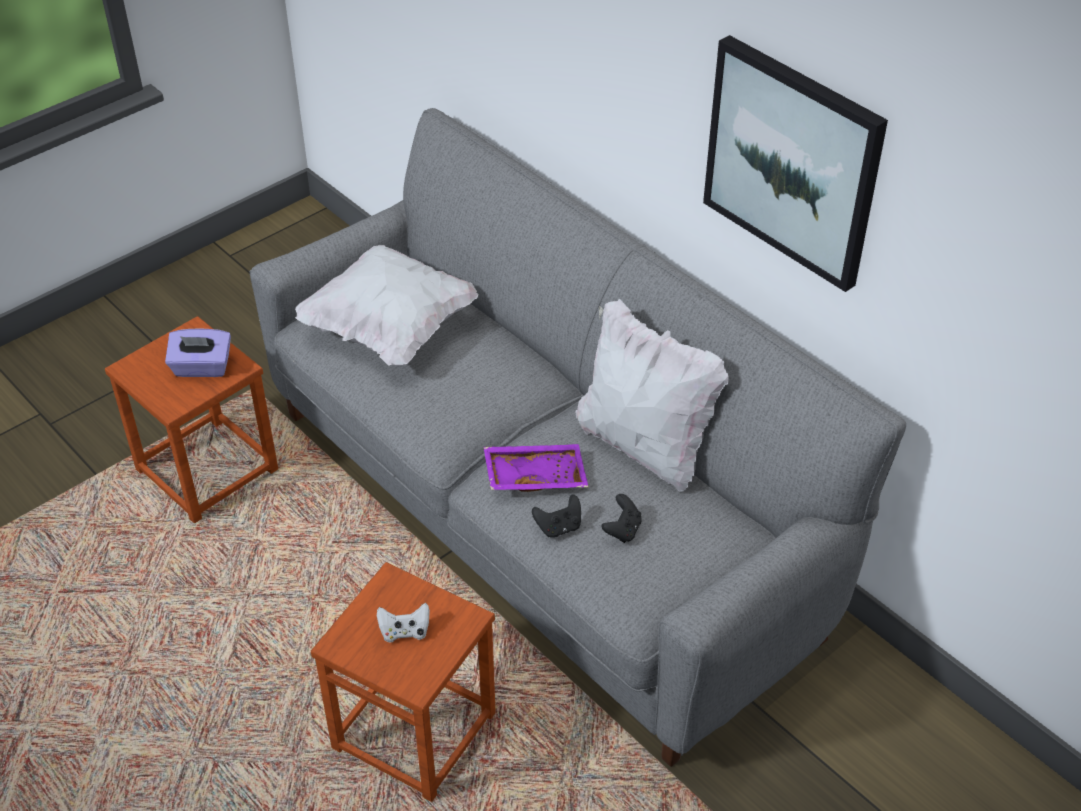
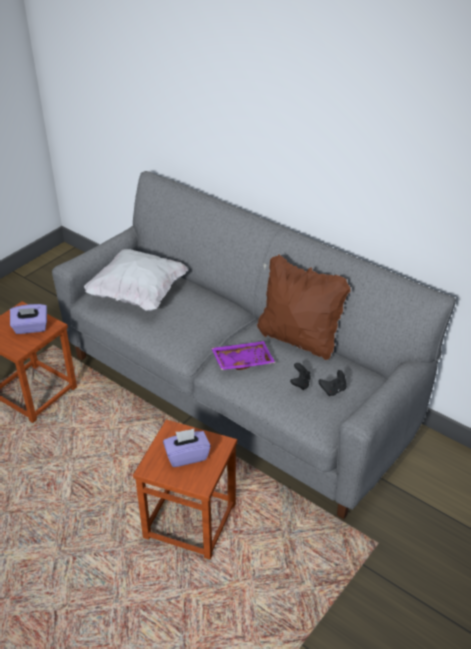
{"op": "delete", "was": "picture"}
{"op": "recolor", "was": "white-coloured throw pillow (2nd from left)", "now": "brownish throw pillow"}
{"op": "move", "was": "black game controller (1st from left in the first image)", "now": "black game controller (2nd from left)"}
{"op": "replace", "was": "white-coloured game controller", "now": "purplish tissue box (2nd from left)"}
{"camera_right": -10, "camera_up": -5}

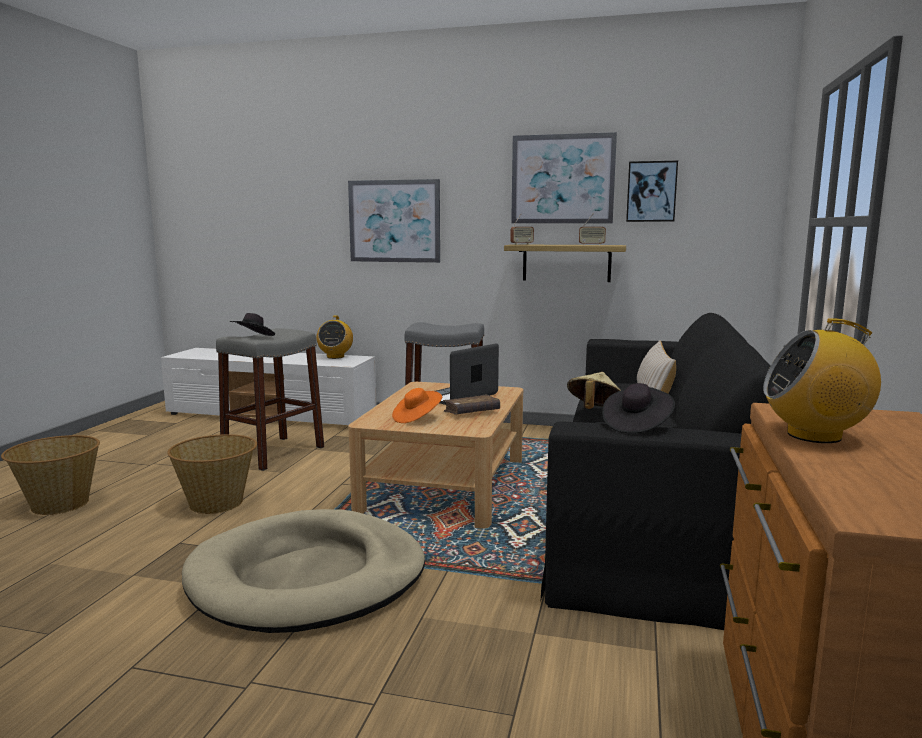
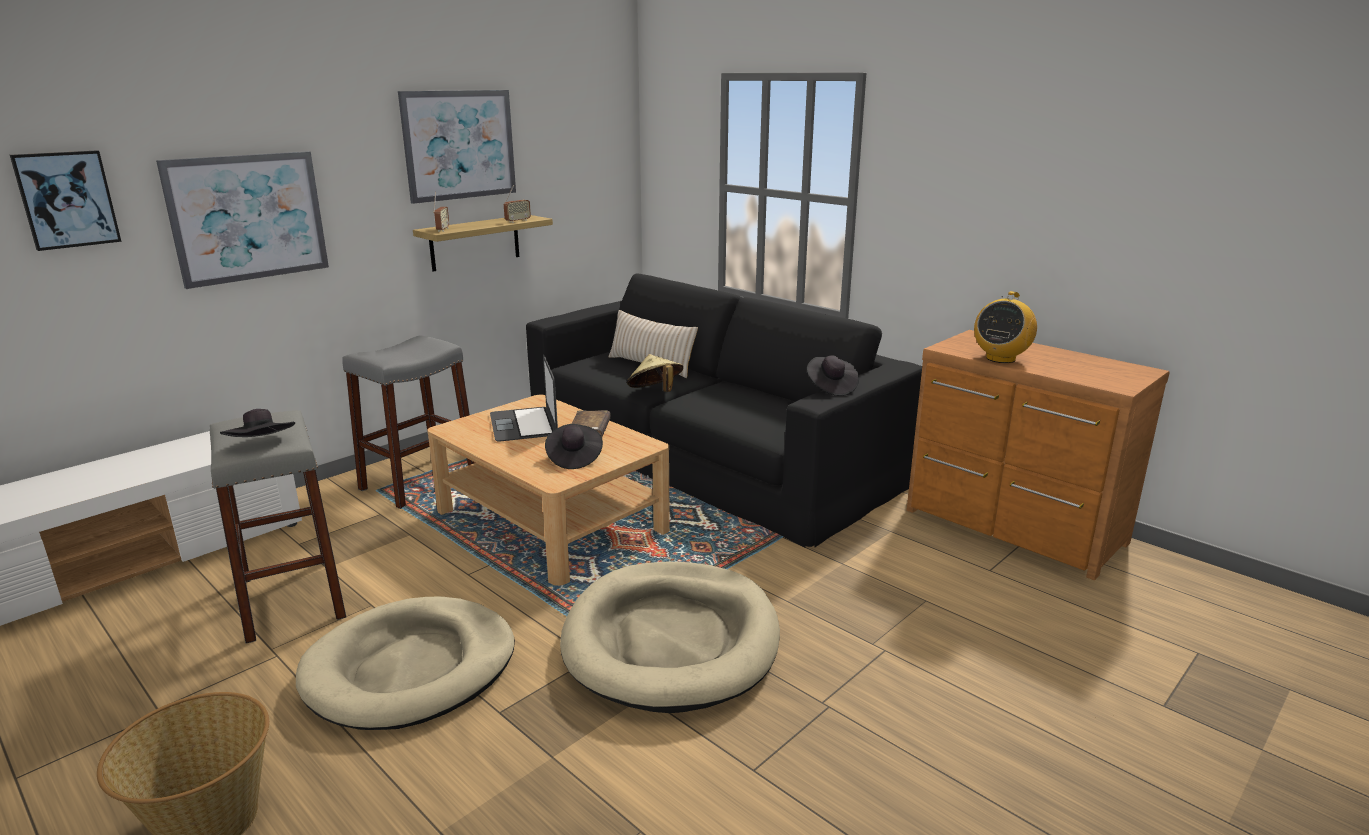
{"op": "move", "was": "picture (3rd from left in the first image)", "now": "picture (1st from left)"}
{"op": "delete", "was": "radio receiver (1st from left)"}
{"op": "recolor", "was": "orange clothing hat", "now": "black clothing hat (2nd from left)"}
{"op": "replace", "was": "household basket (2nd from left)", "now": "beige dog bed (1st from left)"}
{"camera_right": -60, "camera_up": 10}

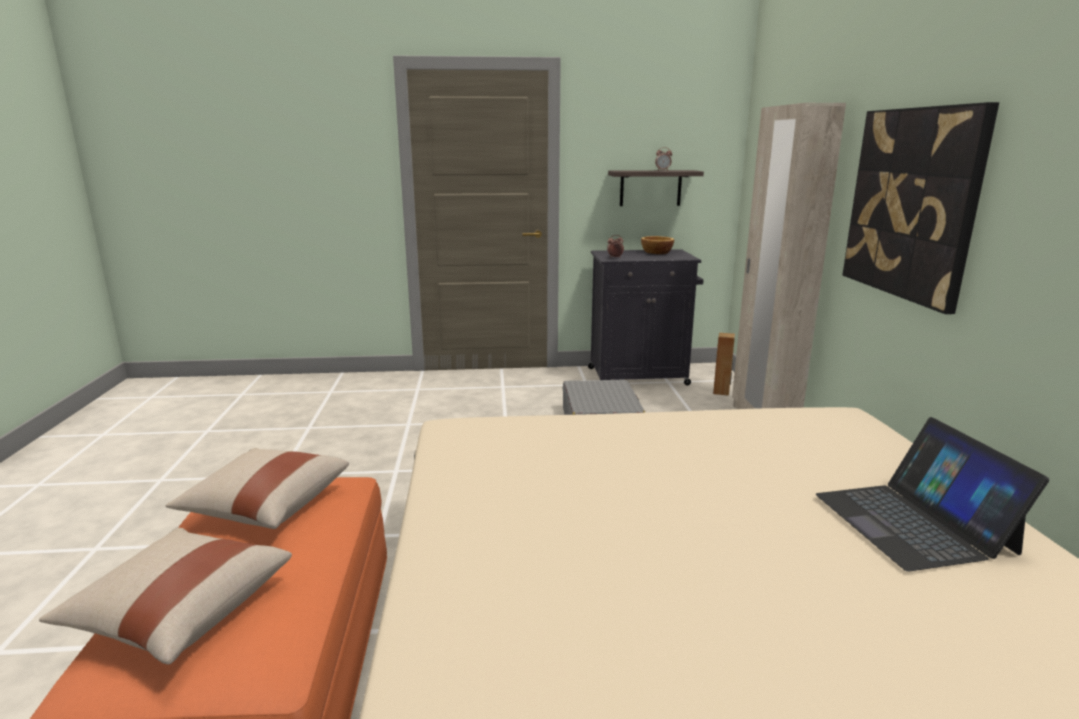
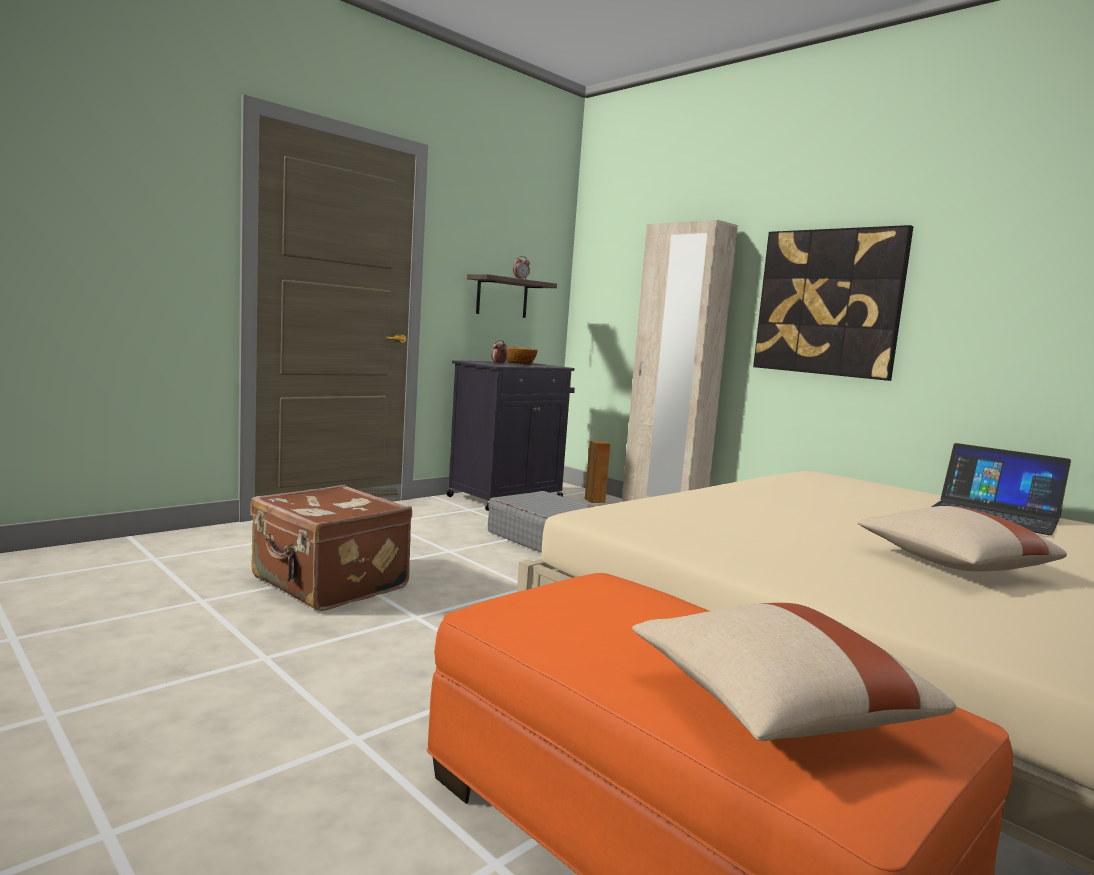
{"op": "move", "was": "beige throw pillow (2nd from left)"}
{"op": "insert", "now": "brownish piece of luggage"}
{"camera_right": -40, "camera_up": -10}

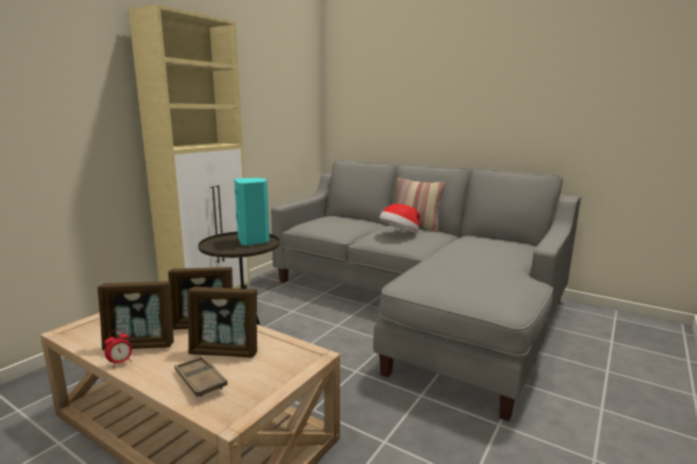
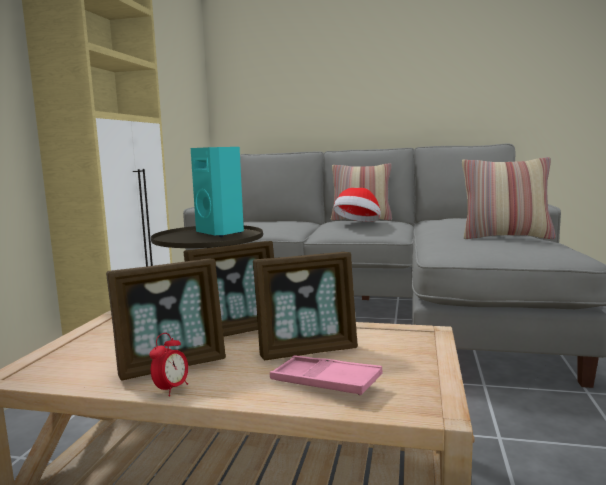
{"op": "recolor", "was": "brownish carrying tray", "now": "pink carrying tray"}
{"op": "insert", "now": "throw pillow (2nd from left)"}
{"camera_right": -20, "camera_up": -5}

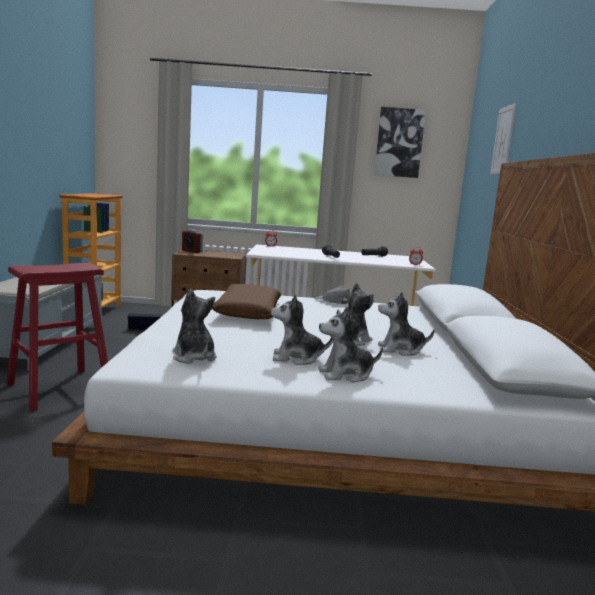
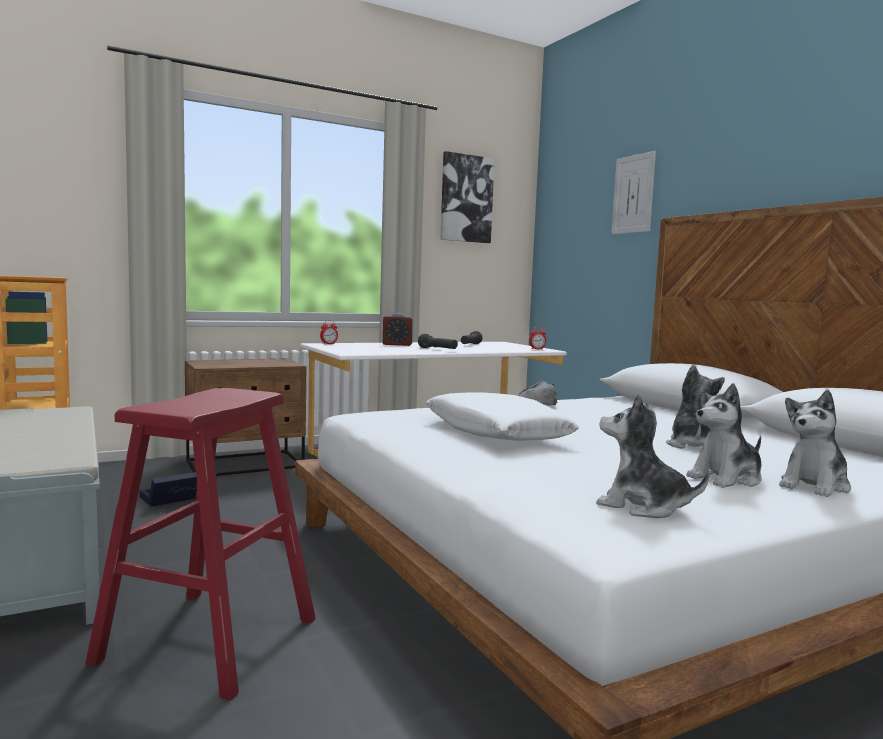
{"op": "move", "was": "table clock (1st from left in the first image)", "now": "table clock (2nd from left)"}
{"op": "recolor", "was": "brownish throw pillow", "now": "white-coloured throw pillow"}
{"op": "delete", "was": "soft toy (5th from left)"}
{"camera_right": -30, "camera_up": -5}

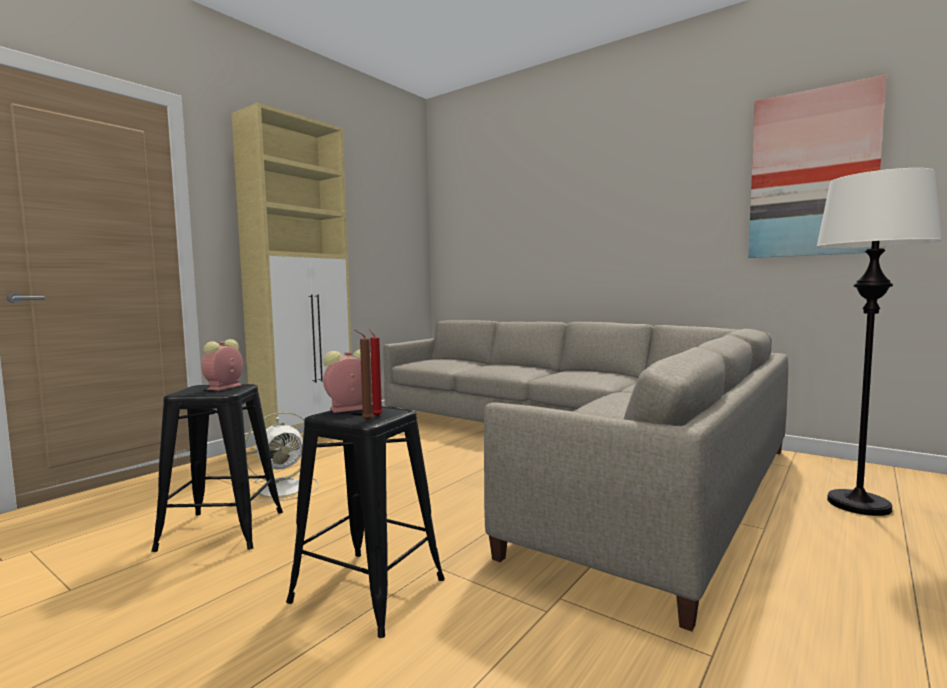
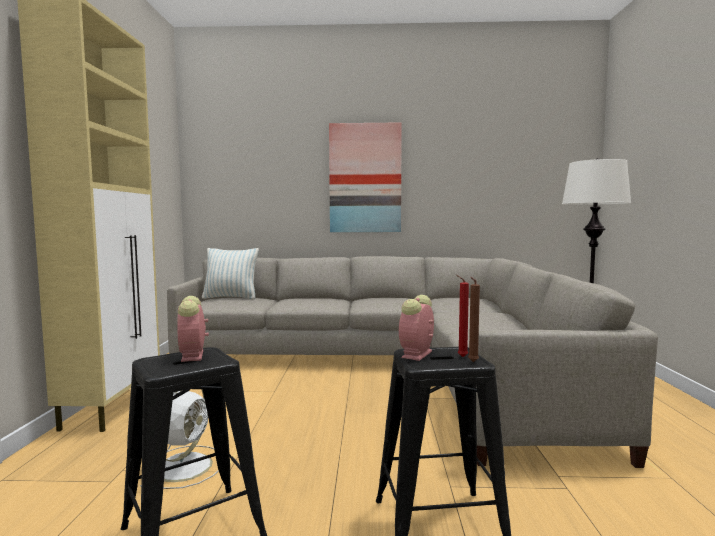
{"op": "move", "was": "picture"}
{"op": "insert", "now": "throw pillow"}
{"camera_right": -35, "camera_up": 0}

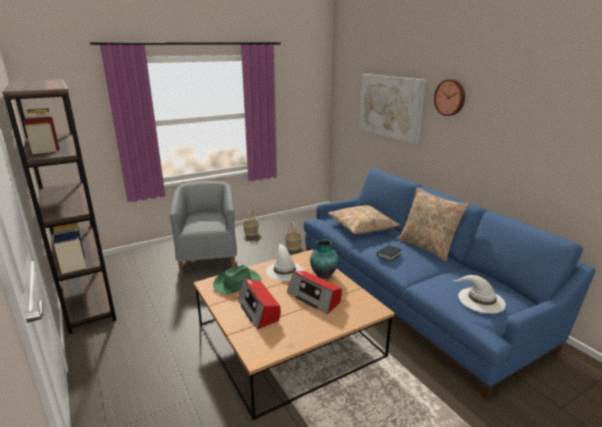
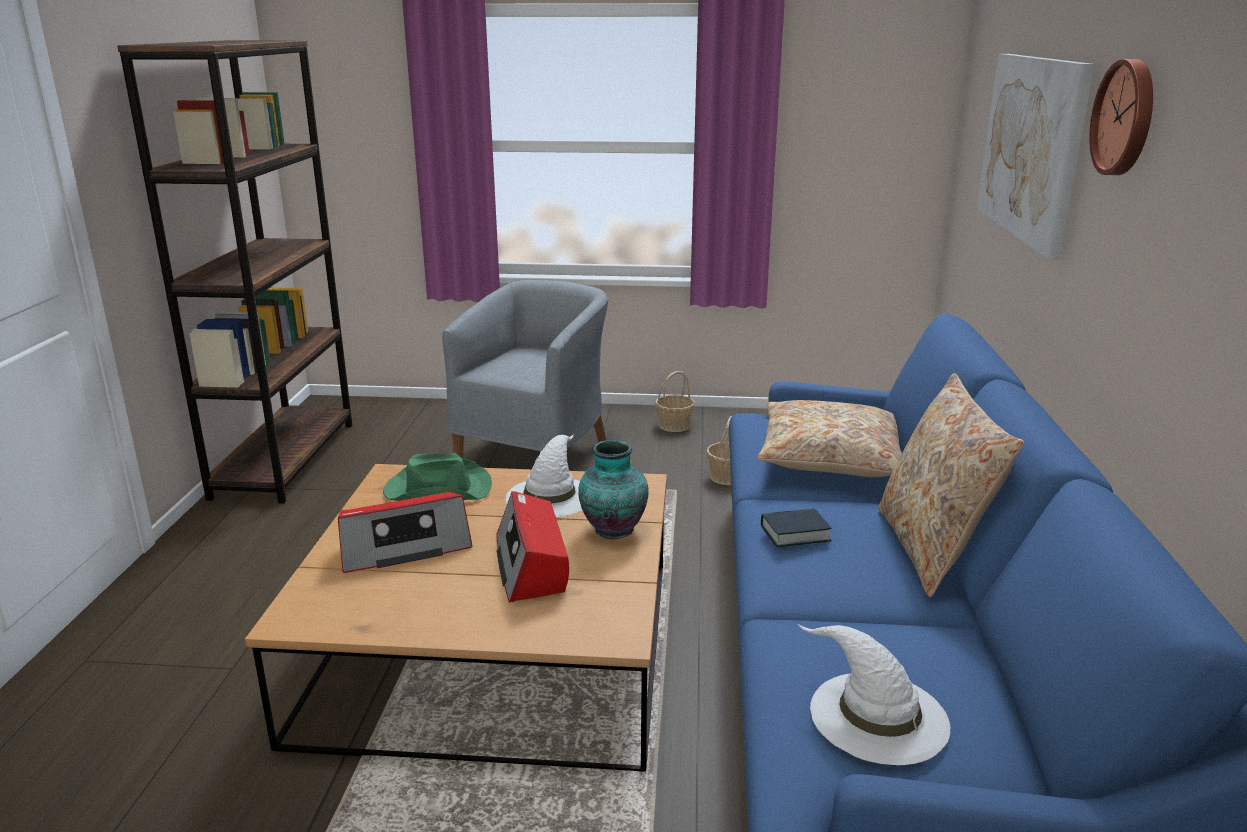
{"op": "rotate", "was": "radio receiver (1st from left)", "clockwise": -120}
{"camera_right": 35, "camera_up": 0}

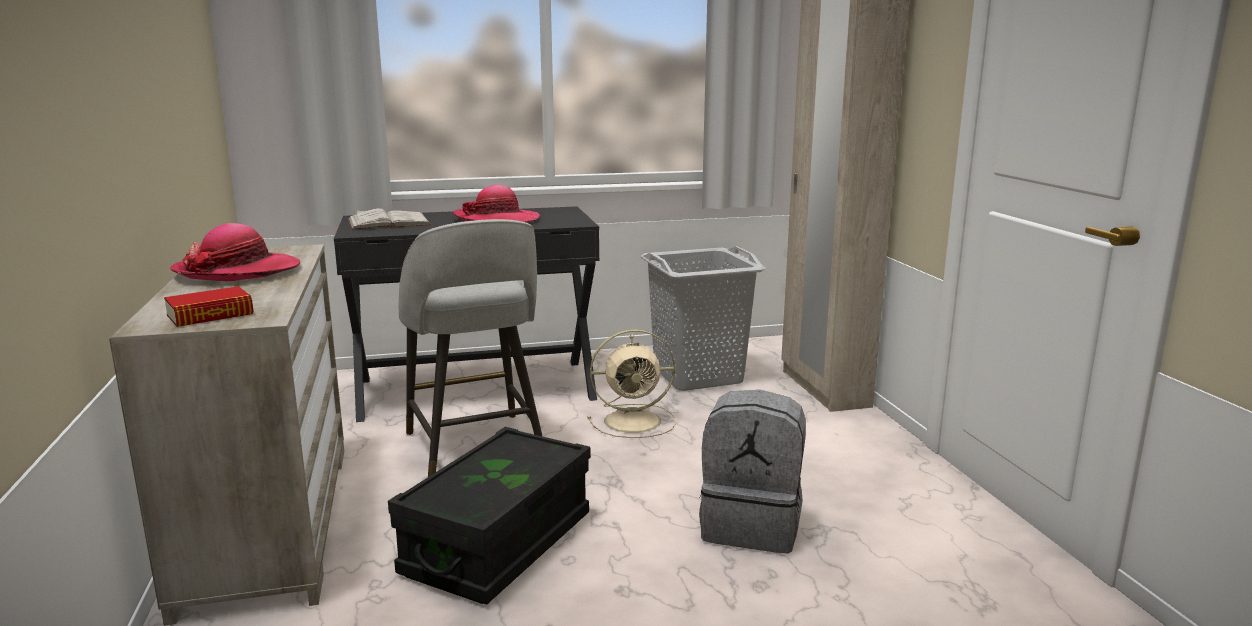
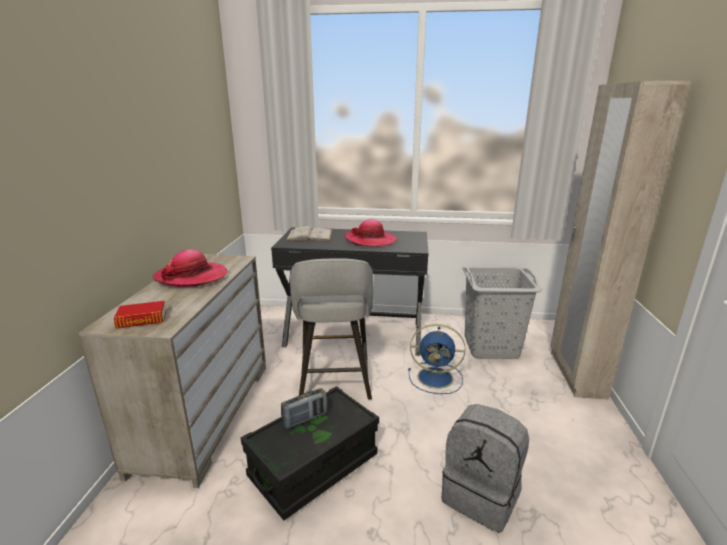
{"op": "recolor", "was": "beige fan", "now": "blue fan"}
{"op": "insert", "now": "radio receiver"}
{"camera_right": 20, "camera_up": 5}

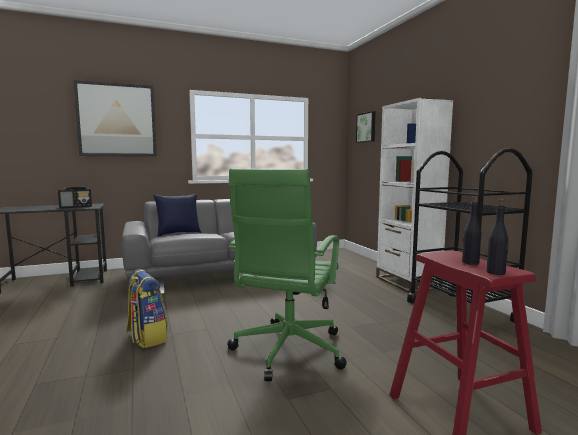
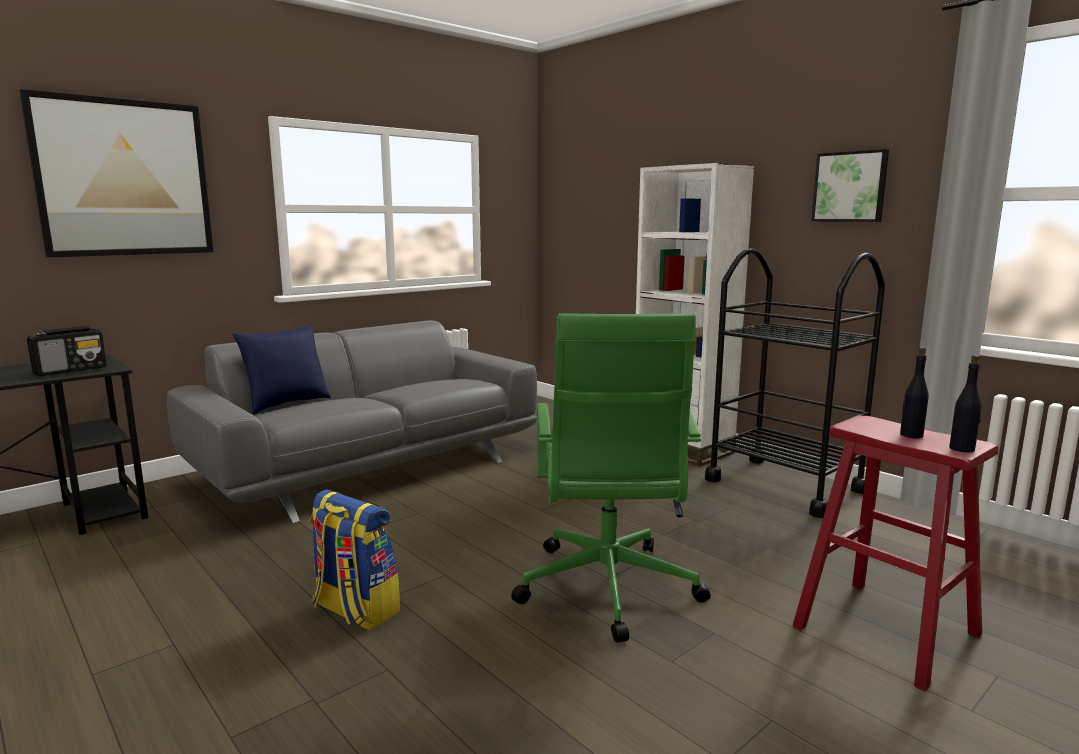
{"op": "move", "was": "picture (2nd from left)"}
{"camera_right": -20, "camera_up": 5}

